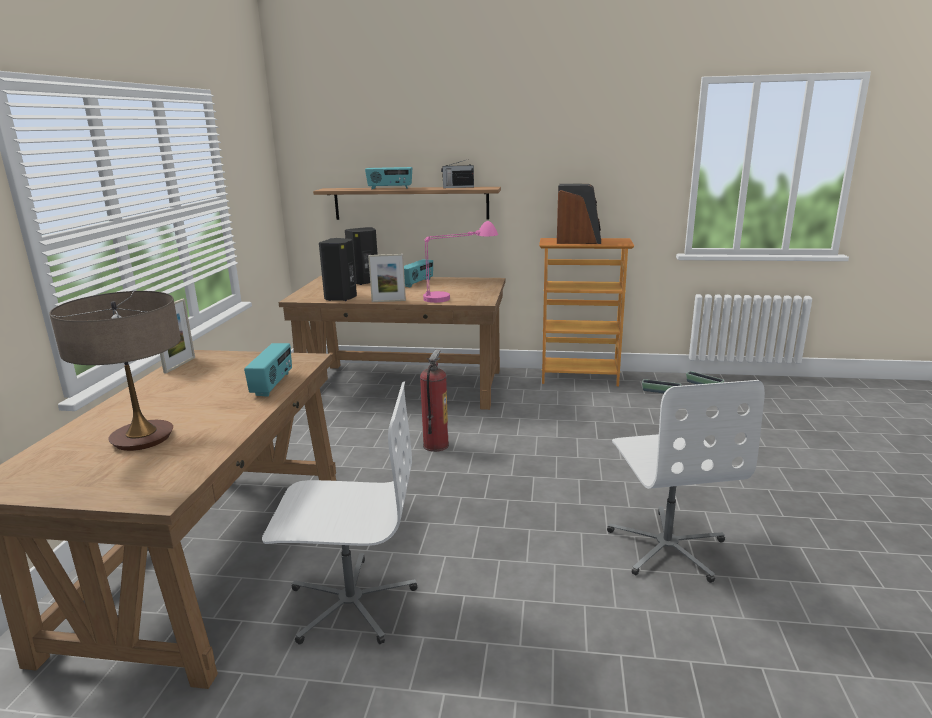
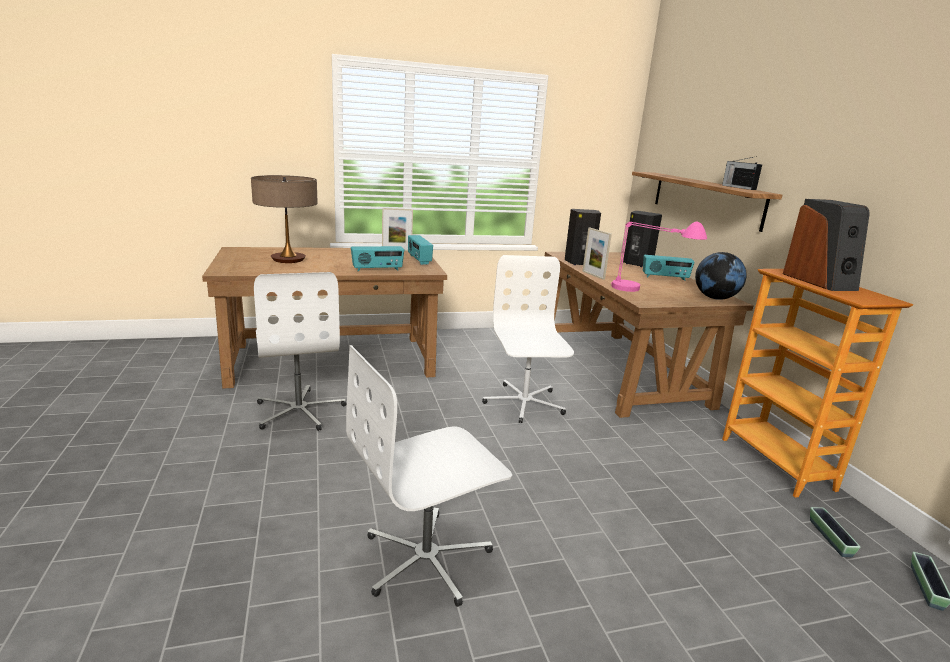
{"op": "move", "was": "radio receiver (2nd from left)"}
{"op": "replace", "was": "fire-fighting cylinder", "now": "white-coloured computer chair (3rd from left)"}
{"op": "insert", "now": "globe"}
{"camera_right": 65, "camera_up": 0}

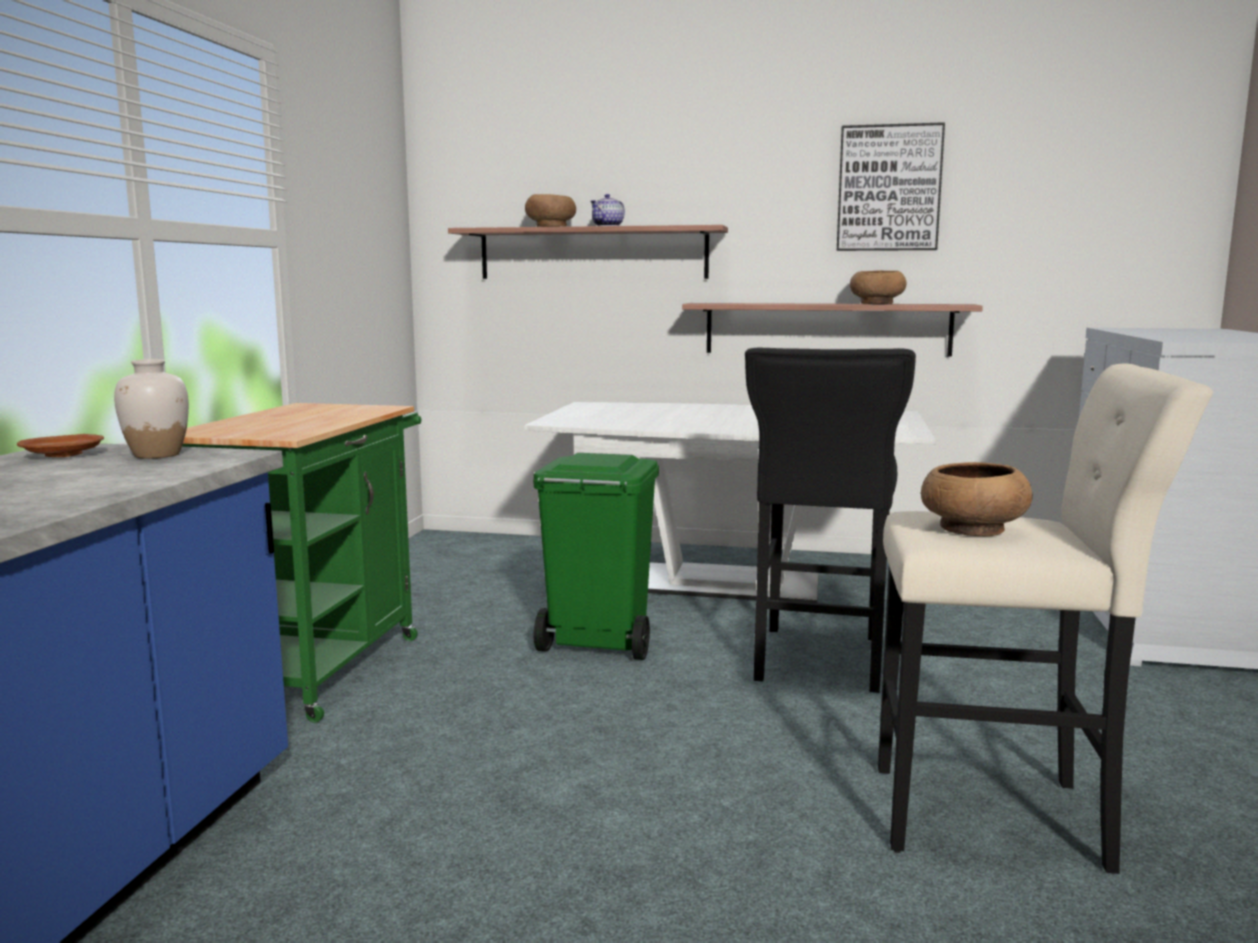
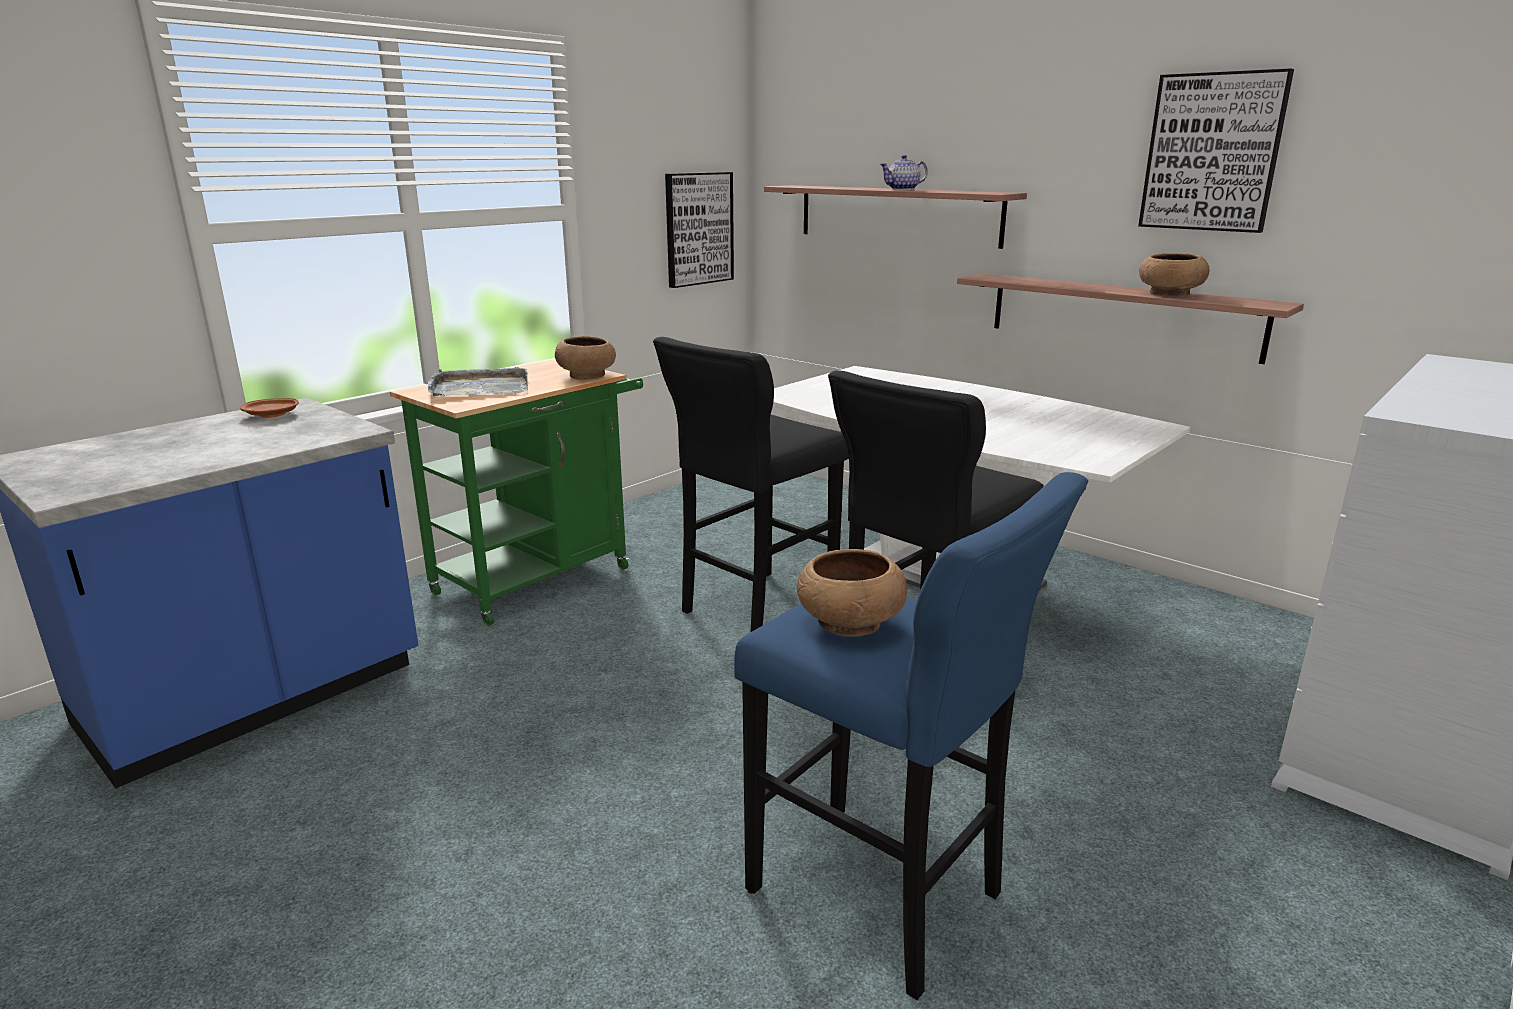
{"op": "move", "was": "brownish serving bowl (1st from left)"}
{"op": "delete", "was": "white-coloured decorative vase"}
{"op": "recolor", "was": "beige sitting stool", "now": "blue sitting stool"}
{"op": "replace", "was": "greenish trash can", "now": "black sitting stool (1st from left)"}
{"op": "insert", "now": "picture (1st from left)"}
{"op": "insert", "now": "grey carrying tray"}
{"camera_right": 30, "camera_up": 10}

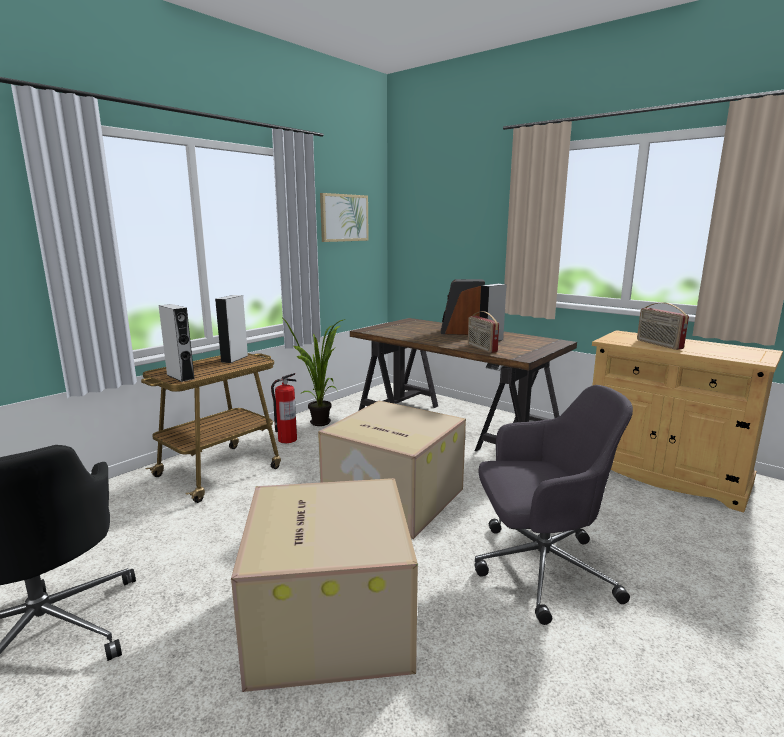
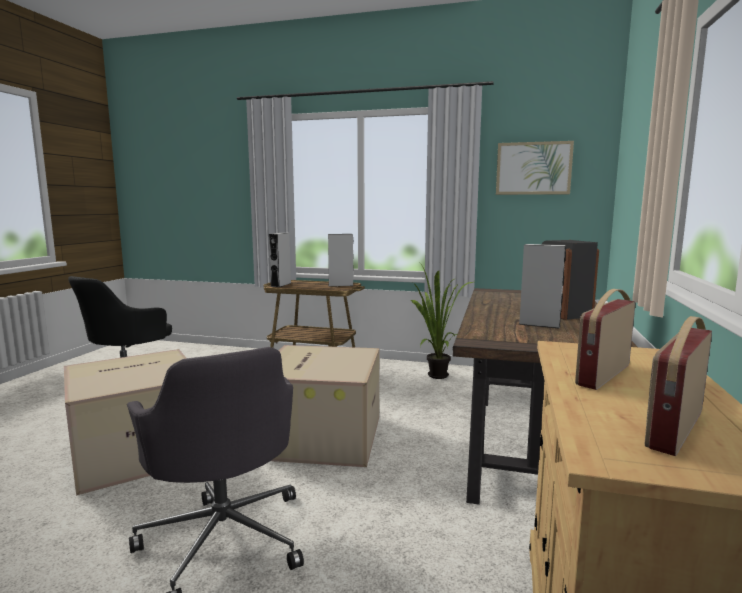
{"op": "move", "was": "radio receiver (1st from left in the first image)", "now": "radio receiver (2nd from left)"}
{"op": "delete", "was": "fire-fighting cylinder"}
{"camera_right": 65, "camera_up": -5}

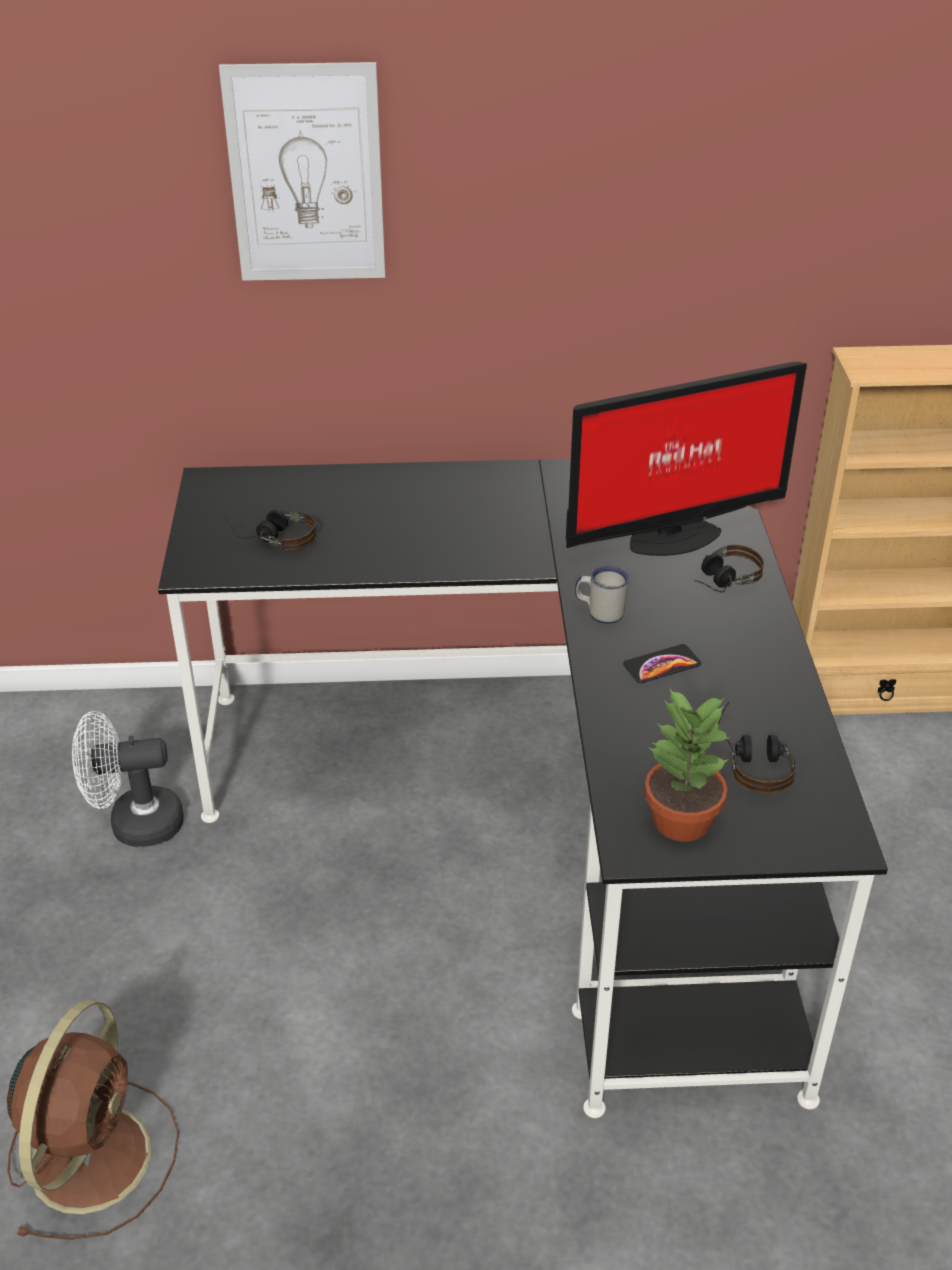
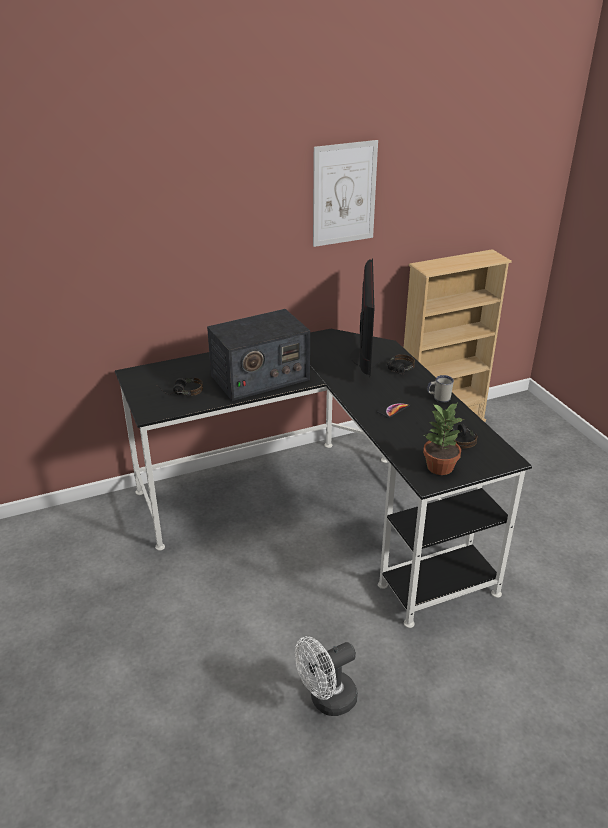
{"op": "move", "was": "picture"}
{"op": "rotate", "was": "computer display", "clockwise": -45}
{"op": "move", "was": "white-coloured tea mug"}
{"op": "move", "was": "white-coloured fan"}
{"op": "delete", "was": "brownish fan"}
{"op": "insert", "now": "radio receiver"}
{"camera_right": -20, "camera_up": -5}

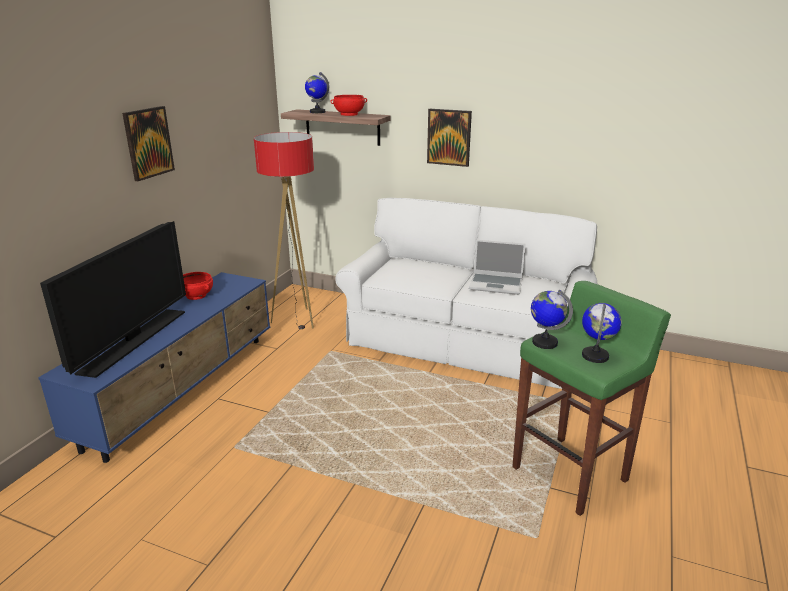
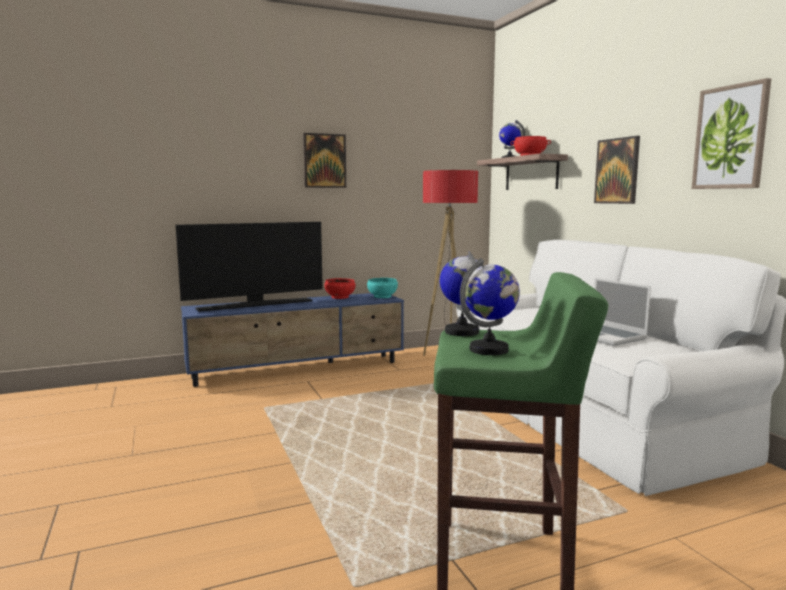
{"op": "insert", "now": "picture (3rd from left)"}
{"op": "insert", "now": "turquoise serving bowl"}
{"camera_right": 45, "camera_up": -15}

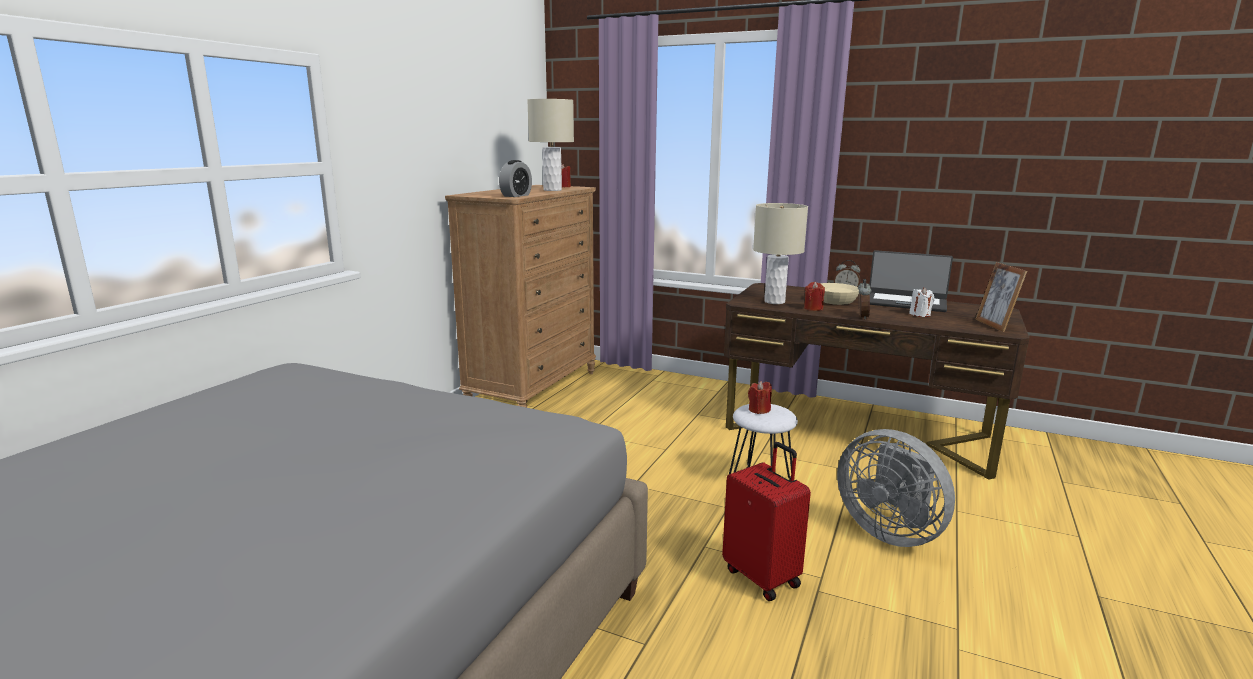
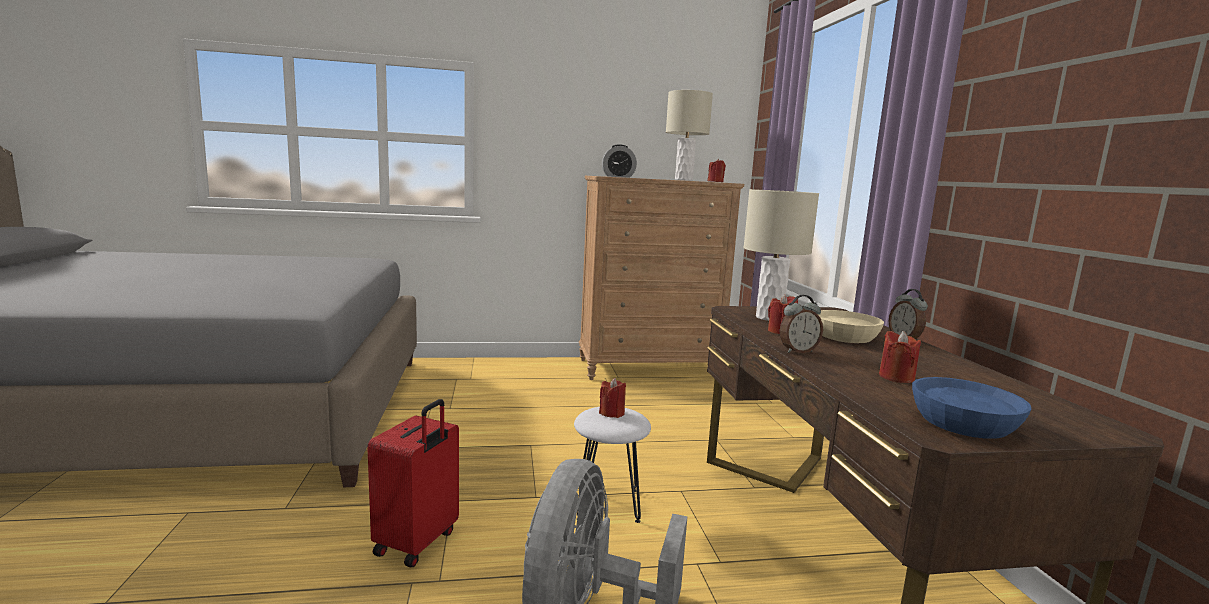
{"op": "delete", "was": "portable computer"}
{"op": "replace", "was": "picture frame", "now": "blue serving bowl"}
{"op": "recolor", "was": "white-coloured wax light", "now": "reddish wax light (4th from left)"}
{"camera_right": 55, "camera_up": -5}

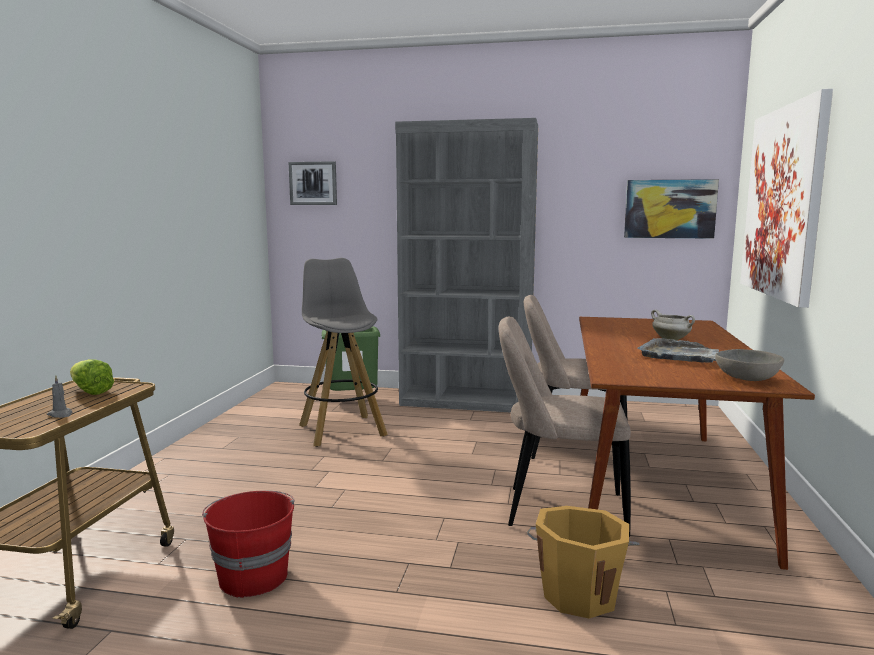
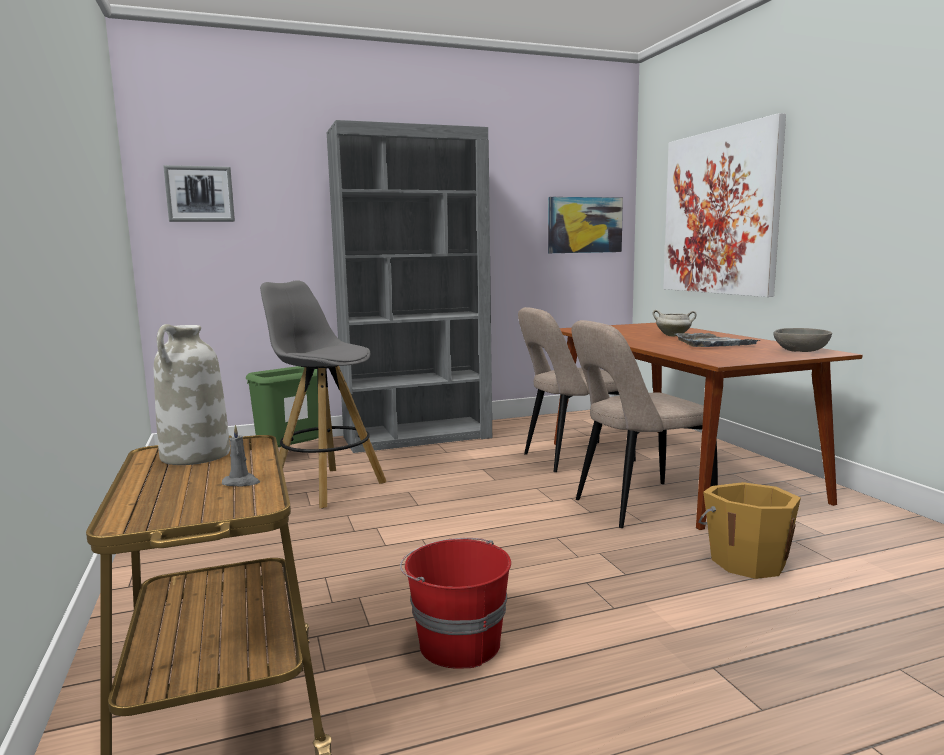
{"op": "replace", "was": "head of lettuce", "now": "white-coloured decorative vase"}
{"camera_right": -30, "camera_up": 0}

